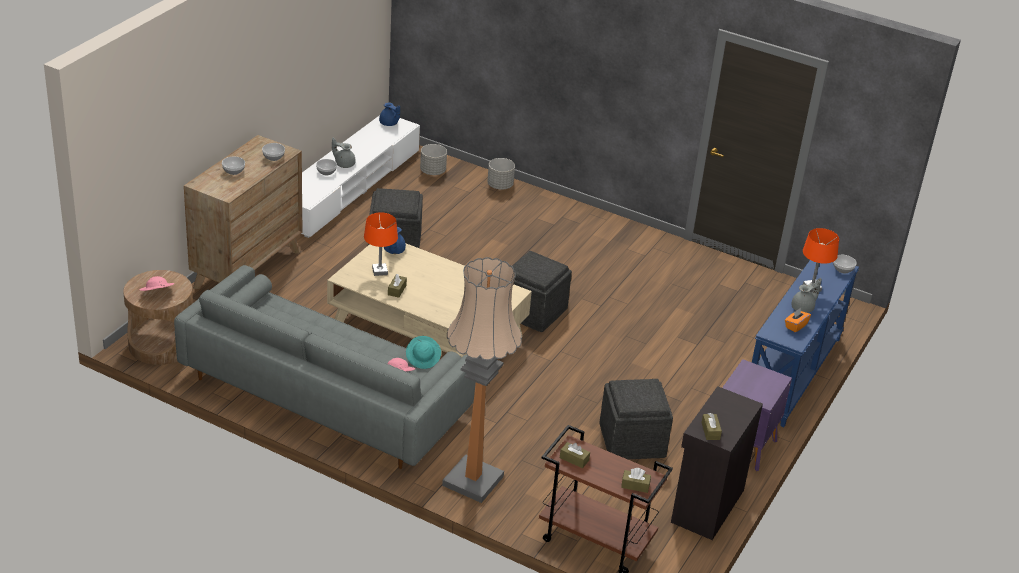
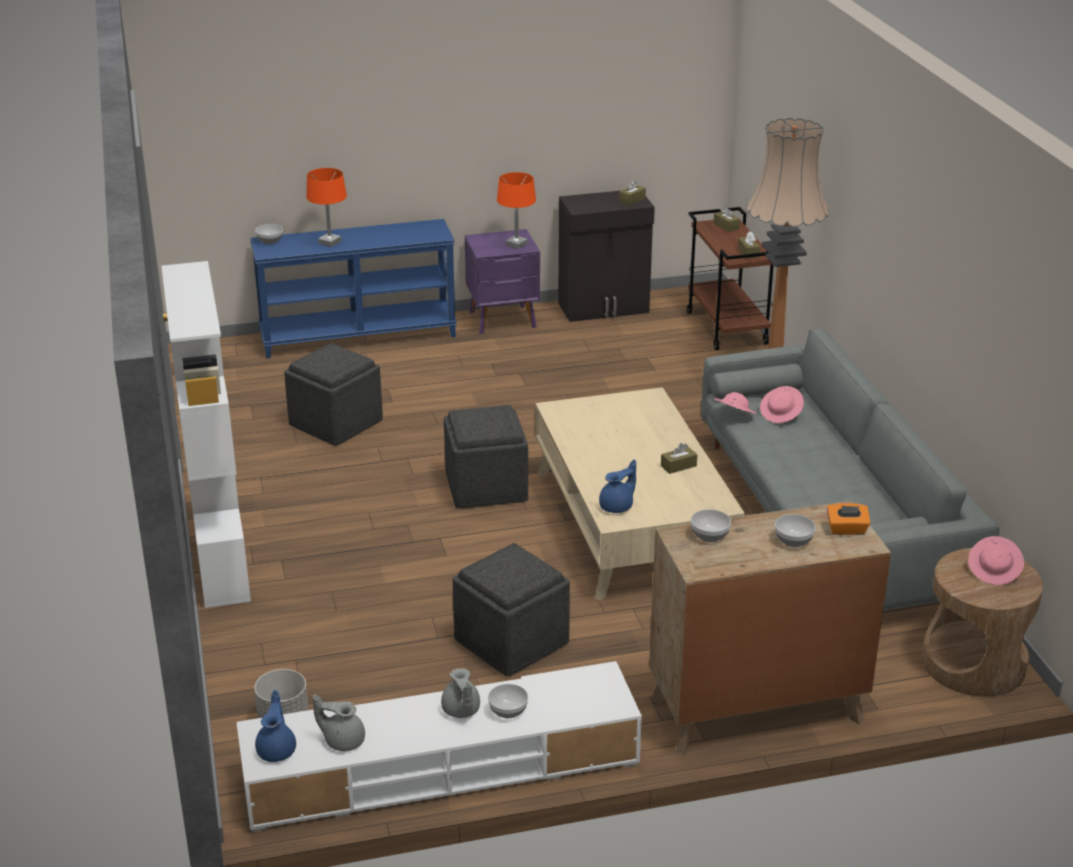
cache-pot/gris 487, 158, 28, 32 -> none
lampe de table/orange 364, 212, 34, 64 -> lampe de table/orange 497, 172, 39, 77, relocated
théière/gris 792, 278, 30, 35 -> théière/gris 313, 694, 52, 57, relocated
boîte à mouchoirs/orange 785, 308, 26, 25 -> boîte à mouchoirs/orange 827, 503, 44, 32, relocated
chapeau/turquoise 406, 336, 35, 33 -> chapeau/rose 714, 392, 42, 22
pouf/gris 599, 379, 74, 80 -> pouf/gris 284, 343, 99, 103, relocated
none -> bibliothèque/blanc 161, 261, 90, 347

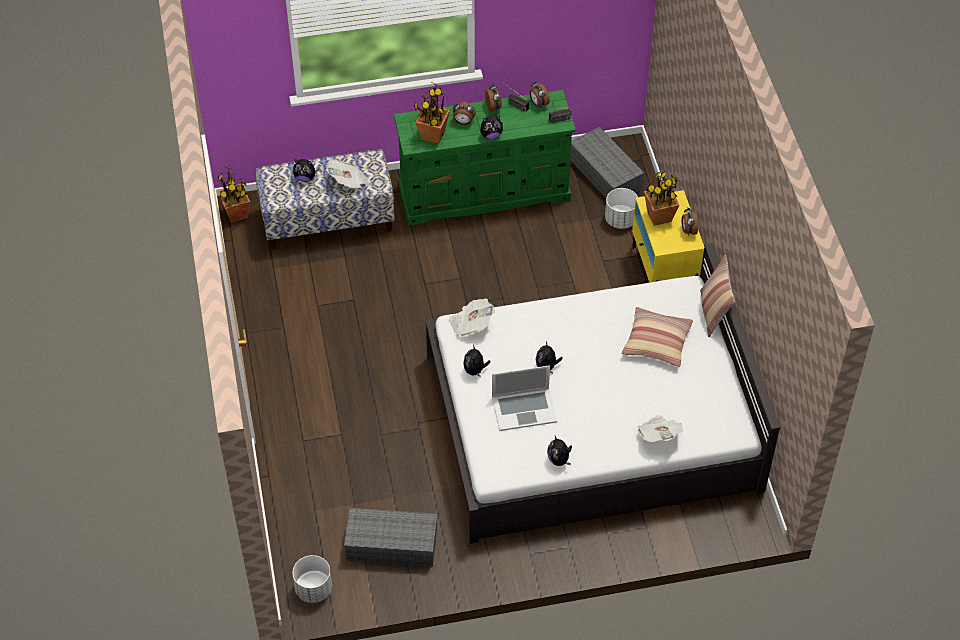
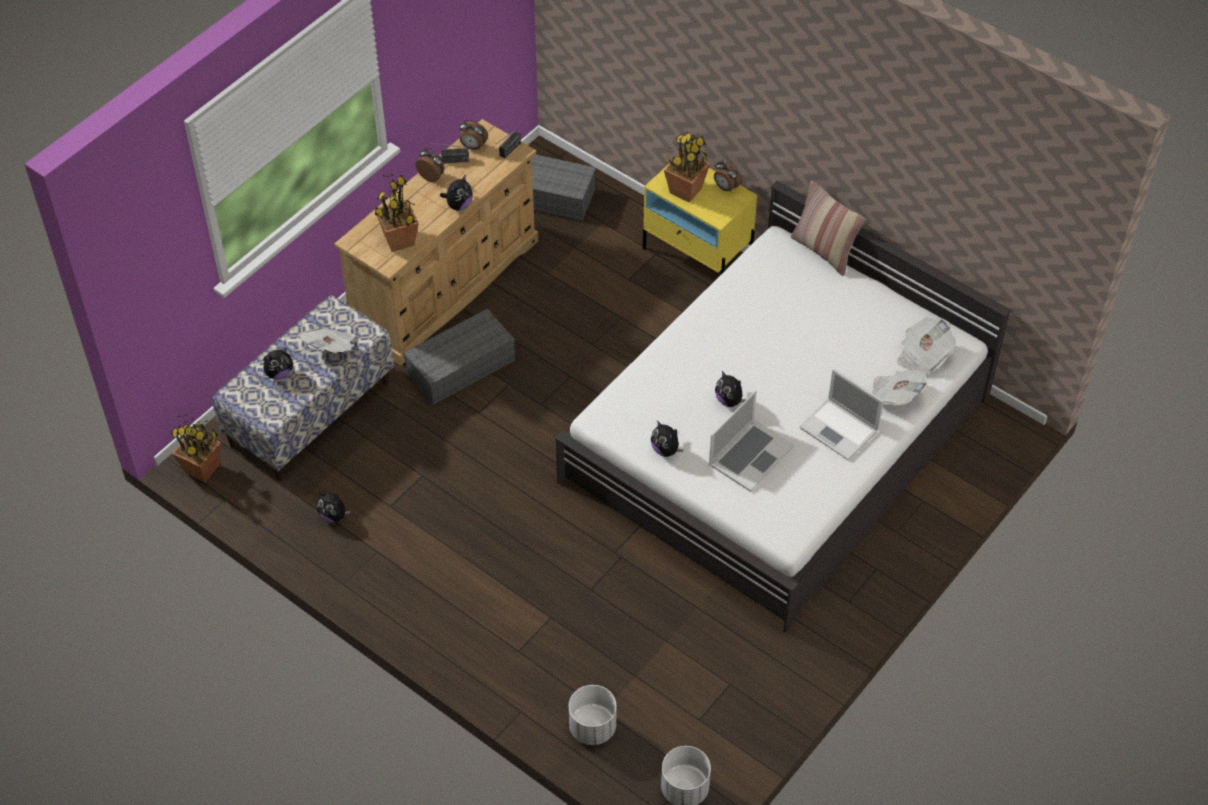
commode/vert 394, 90, 182, 135 -> commode/beige 334, 119, 204, 246
réveil 453, 101, 23, 24 -> none
cache-pot/blanc 605, 188, 33, 41 -> cache-pot/blanc 569, 685, 47, 60, relocated
journal 449, 298, 46, 39 -> journal 897, 317, 59, 58, relocated
coussin 622, 307, 71, 60 -> none
peluche 547, 436, 25, 30 -> peluche 317, 492, 34, 31, relocated
boîte de rangement/gris 344, 508, 93, 59 -> boîte de rangement/gris 403, 309, 112, 96, relocated
none -> ordinateur portable 799, 369, 85, 92

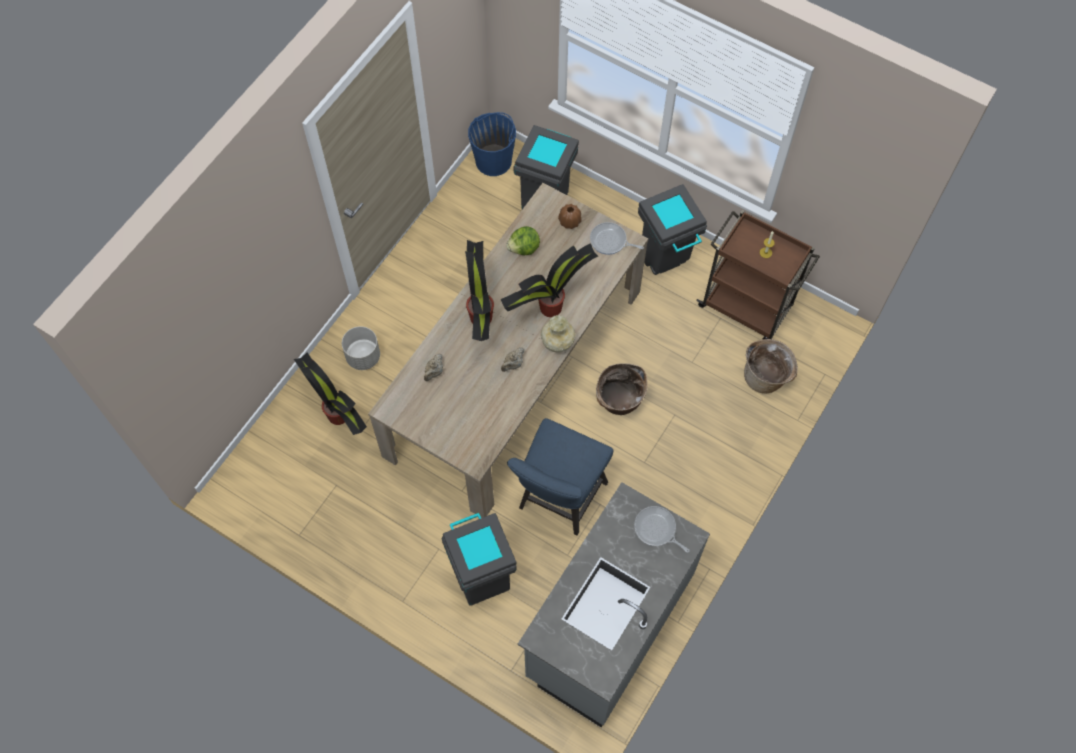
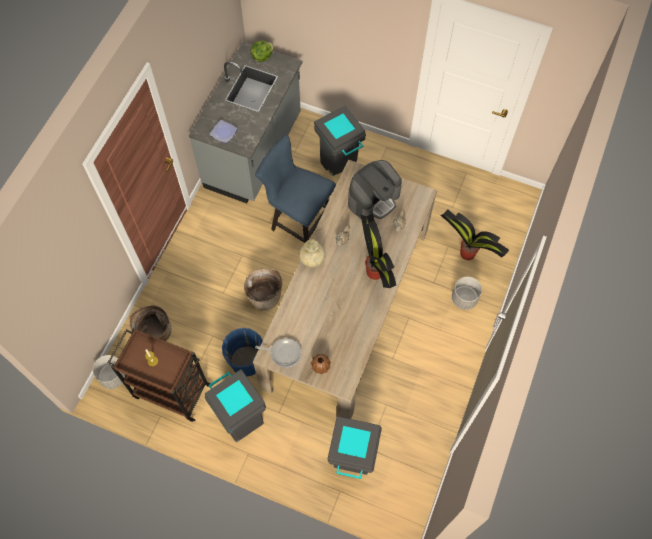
seau/bleu 468, 112, 48, 64 -> seau/bleu 222, 328, 41, 48, relocated
laitue 506, 226, 34, 29 -> laitue 250, 41, 24, 21, relocated
plante en pot 501, 243, 97, 74 -> none
chaise/bleu 507, 418, 106, 117 -> chaise/bleu 255, 134, 81, 109, 75 degrees counterclockwise
poêle 634, 506, 56, 47 -> assiette 210, 120, 28, 23
none -> machine à café 348, 160, 54, 59
none -> cache-pot/gris 93, 355, 32, 34

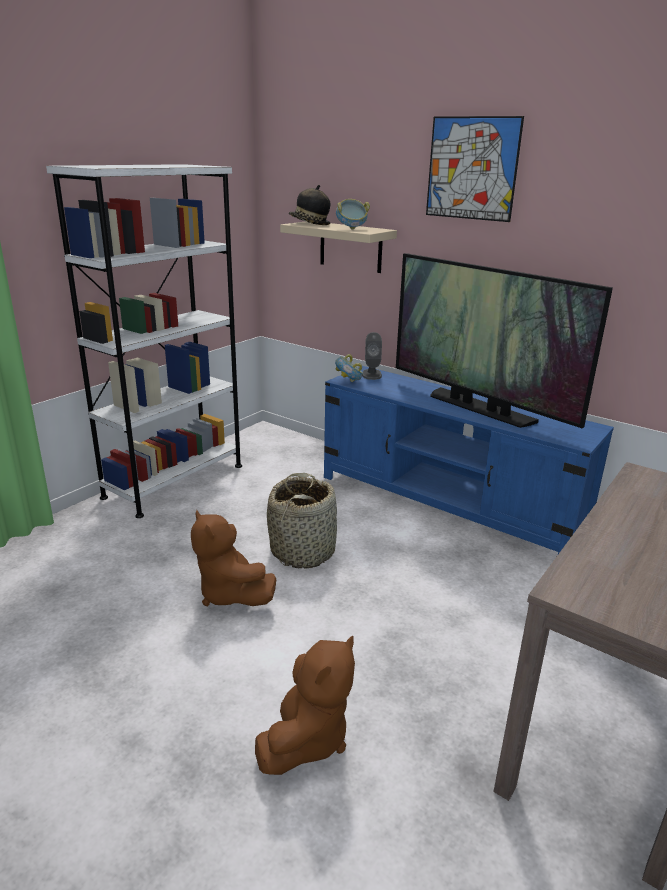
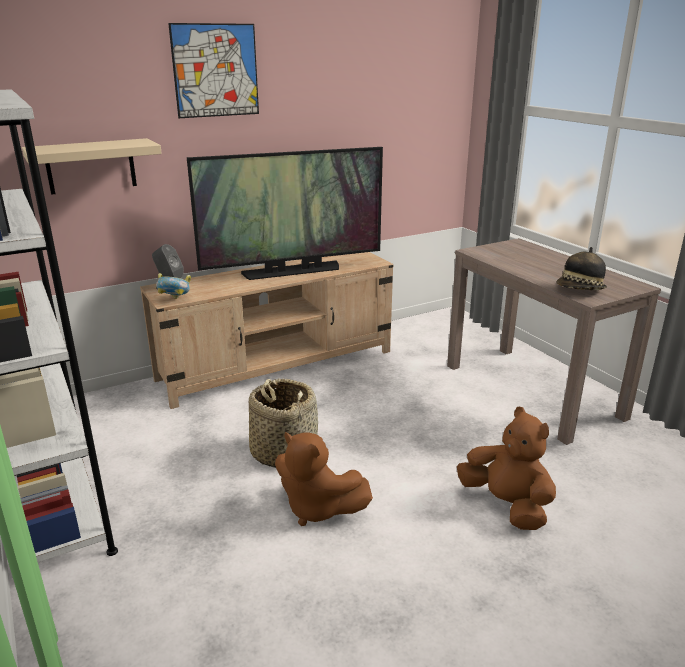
chapeau 289, 185, 41, 40 -> chapeau 557, 247, 50, 43, relocated
bol 336, 199, 34, 31 -> none
meuble télé/bleu 324, 366, 290, 188 -> meuble télé/beige 140, 252, 253, 157
peluche/marron 191, 510, 85, 96 -> peluche/marron 275, 432, 98, 94, 45 degrees clockwise

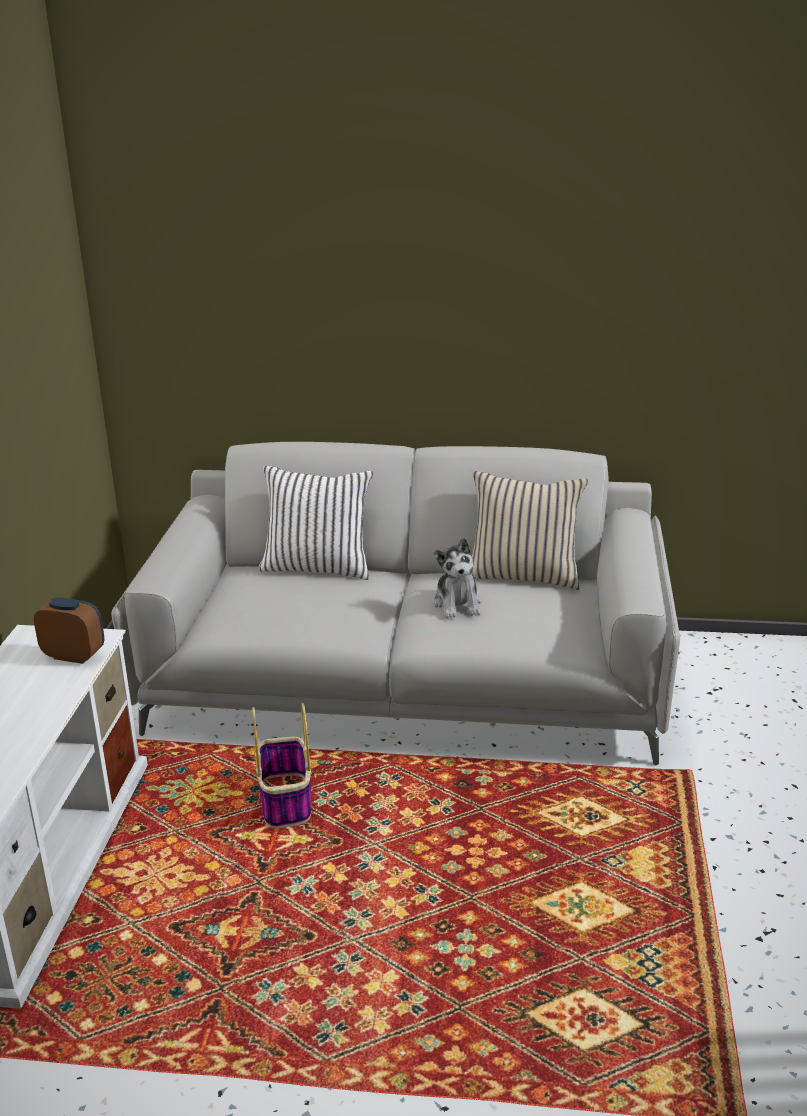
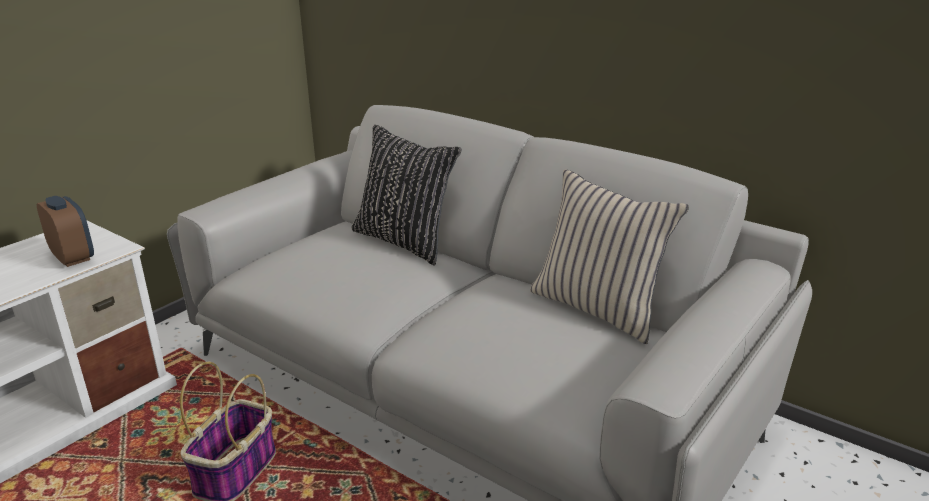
coussin/blanc 259, 466, 114, 114 -> coussin/noir 351, 125, 111, 141
peluche 433, 538, 48, 80 -> none

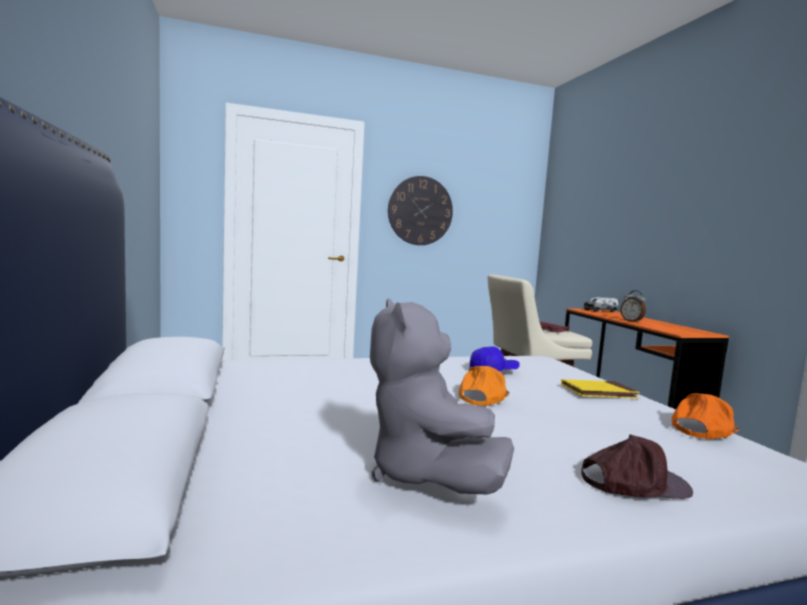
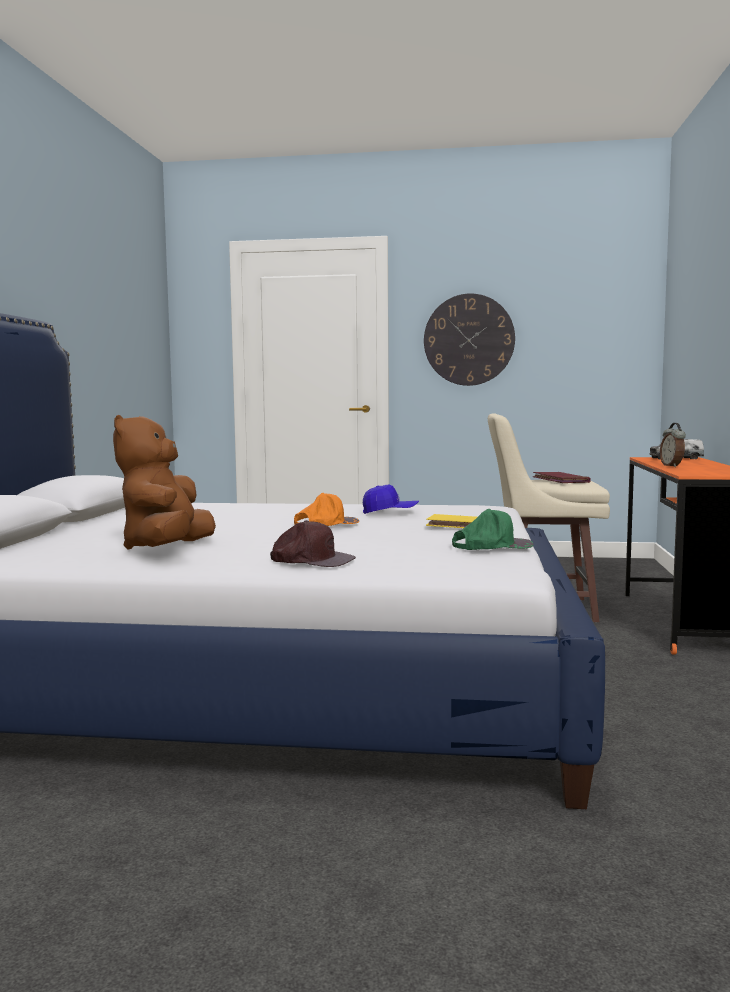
peluche/gris 370, 299, 144, 196 -> peluche/marron 113, 415, 103, 135
casquette/orange 672, 393, 67, 46 -> casquette/vert 452, 509, 81, 41

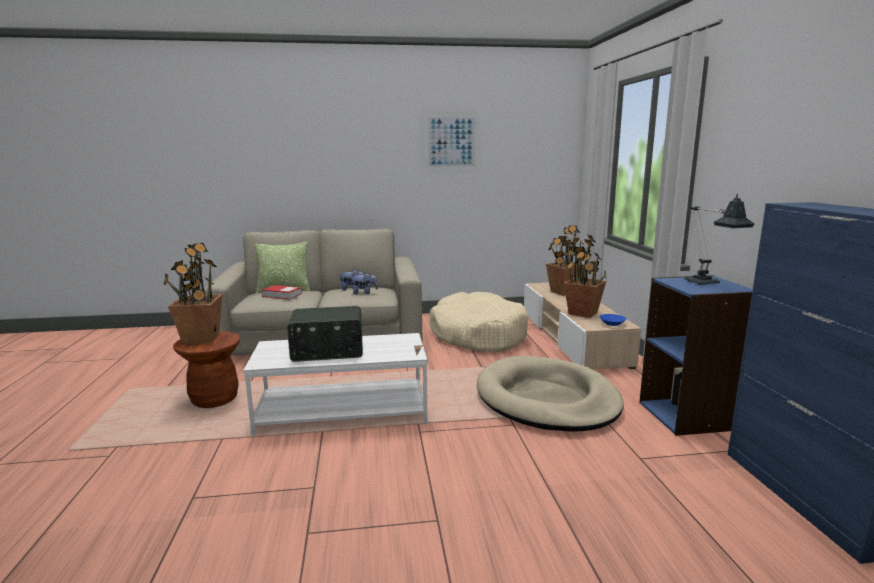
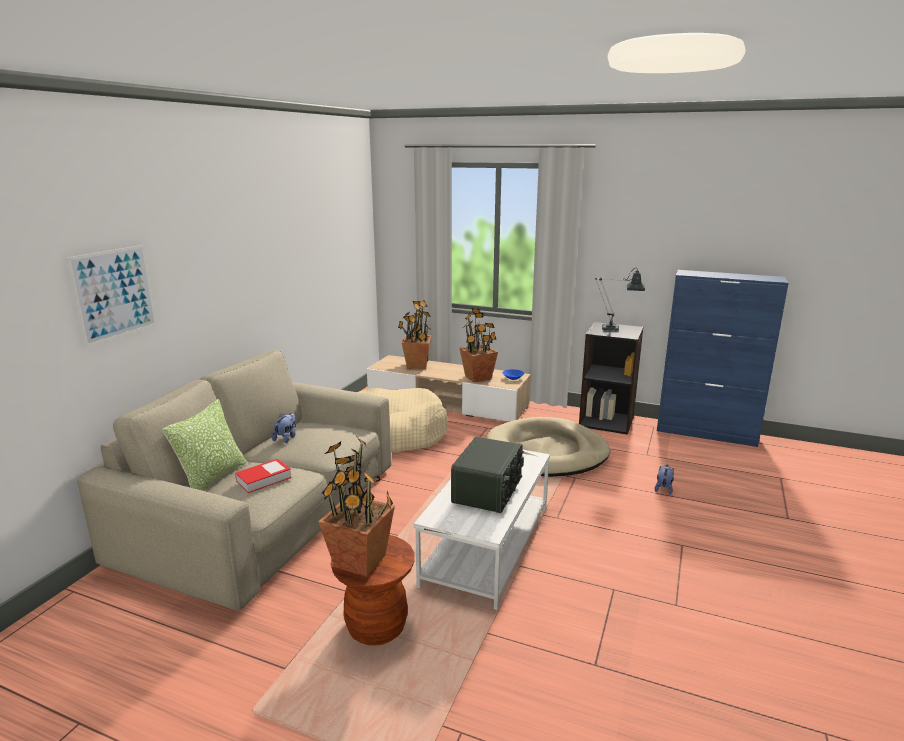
tableau 426, 115, 51, 53 -> tableau 67, 245, 90, 102, relocated
peluche 350, 273, 28, 21 -> peluche 655, 465, 19, 30, relocated
bibliothèque/bleu 639, 275, 114, 161 -> bibliothèque/noir 579, 322, 64, 113

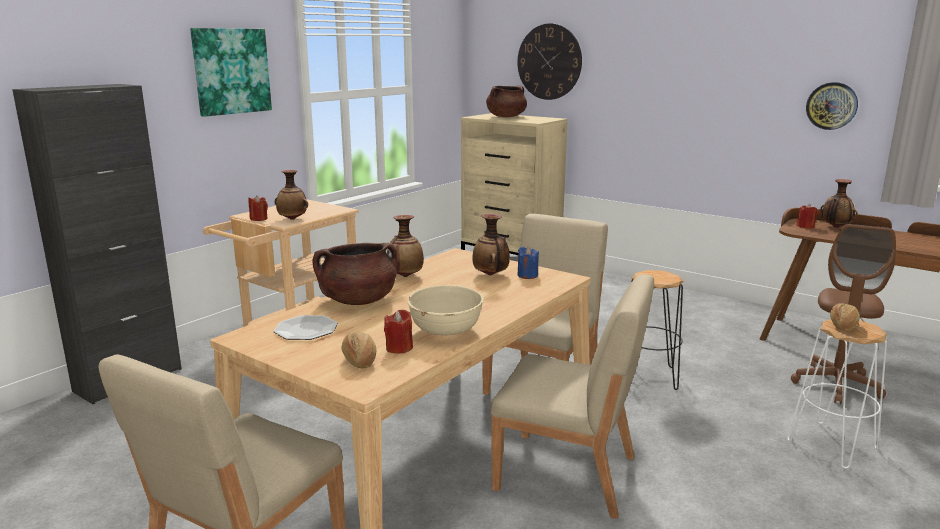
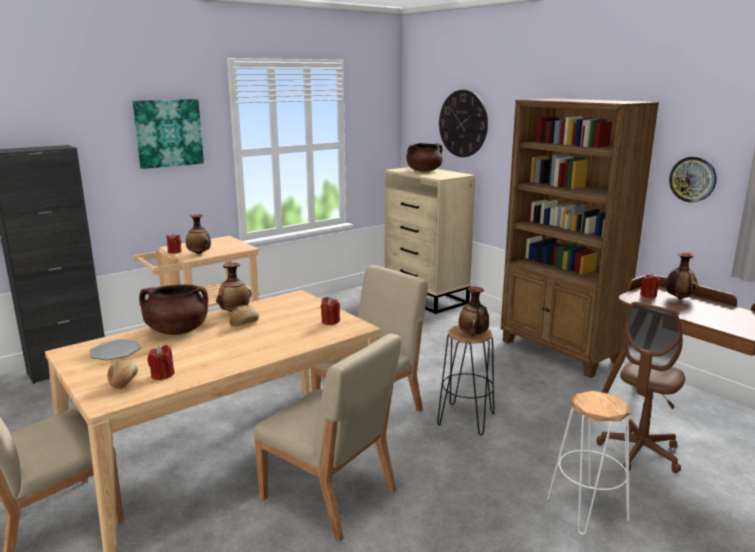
vase 472, 214, 38, 62 -> vase 459, 286, 30, 50, relocated
bougie/bleu 518, 247, 21, 32 -> bougie/rouge 321, 297, 19, 28
bol/beige 408, 285, 76, 50 -> none
pain 830, 303, 30, 28 -> pain 229, 305, 30, 22, relocated
none -> bibliothèque/marron 501, 98, 158, 280

